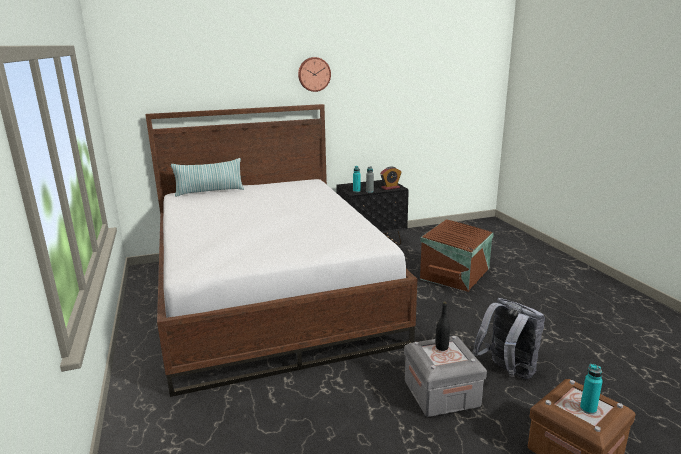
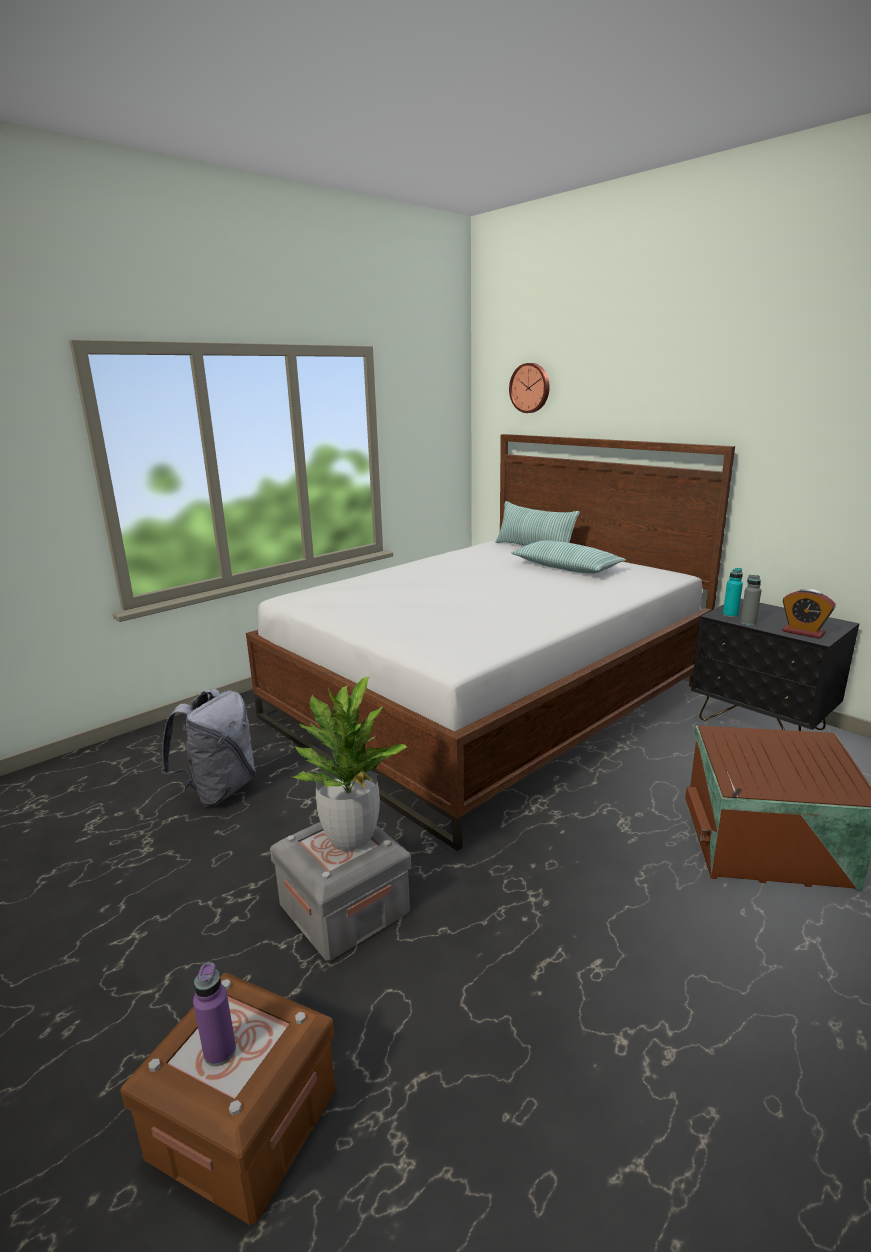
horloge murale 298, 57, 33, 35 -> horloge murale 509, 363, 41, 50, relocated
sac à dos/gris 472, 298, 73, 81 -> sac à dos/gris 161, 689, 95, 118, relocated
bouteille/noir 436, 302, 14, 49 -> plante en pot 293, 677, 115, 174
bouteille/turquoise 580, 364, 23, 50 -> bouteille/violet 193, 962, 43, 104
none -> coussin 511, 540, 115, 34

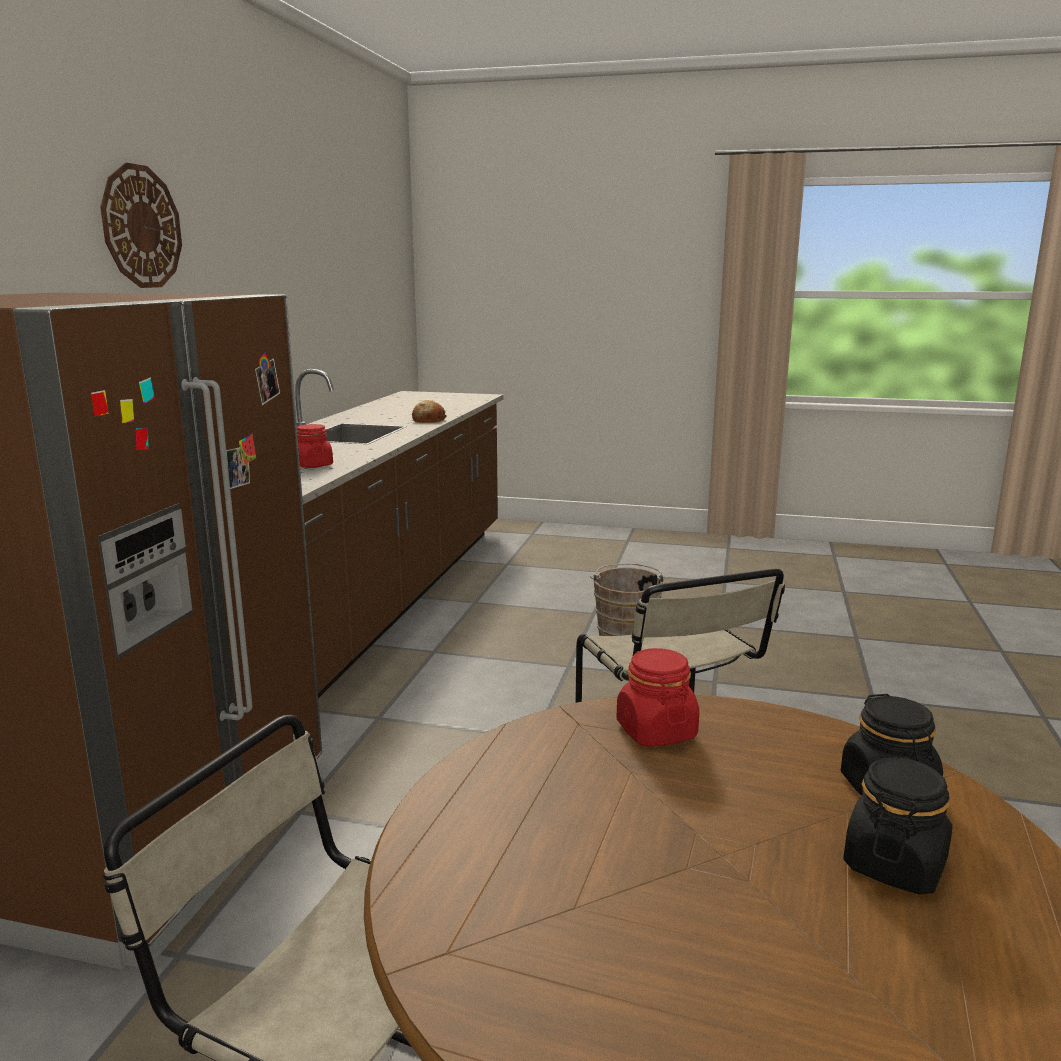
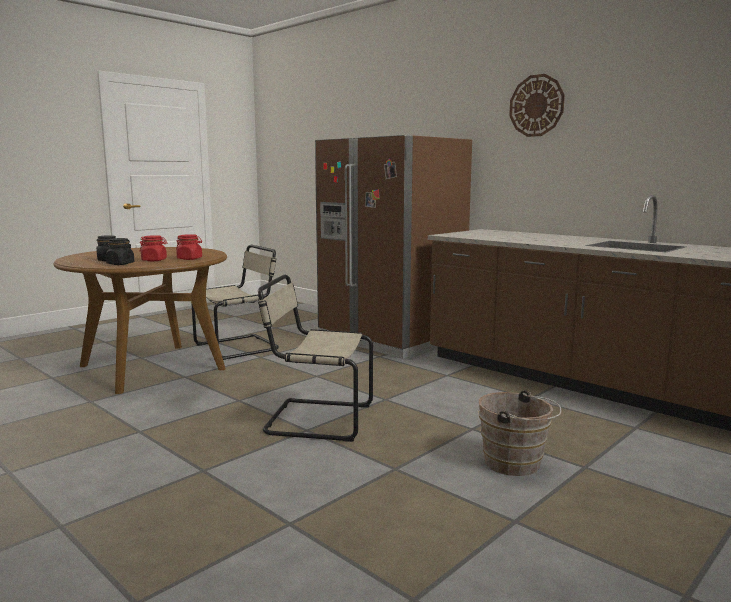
pain 412, 400, 35, 23 -> none
bocal/rouge 297, 424, 36, 44 -> bocal/rouge 140, 235, 27, 26, relocated

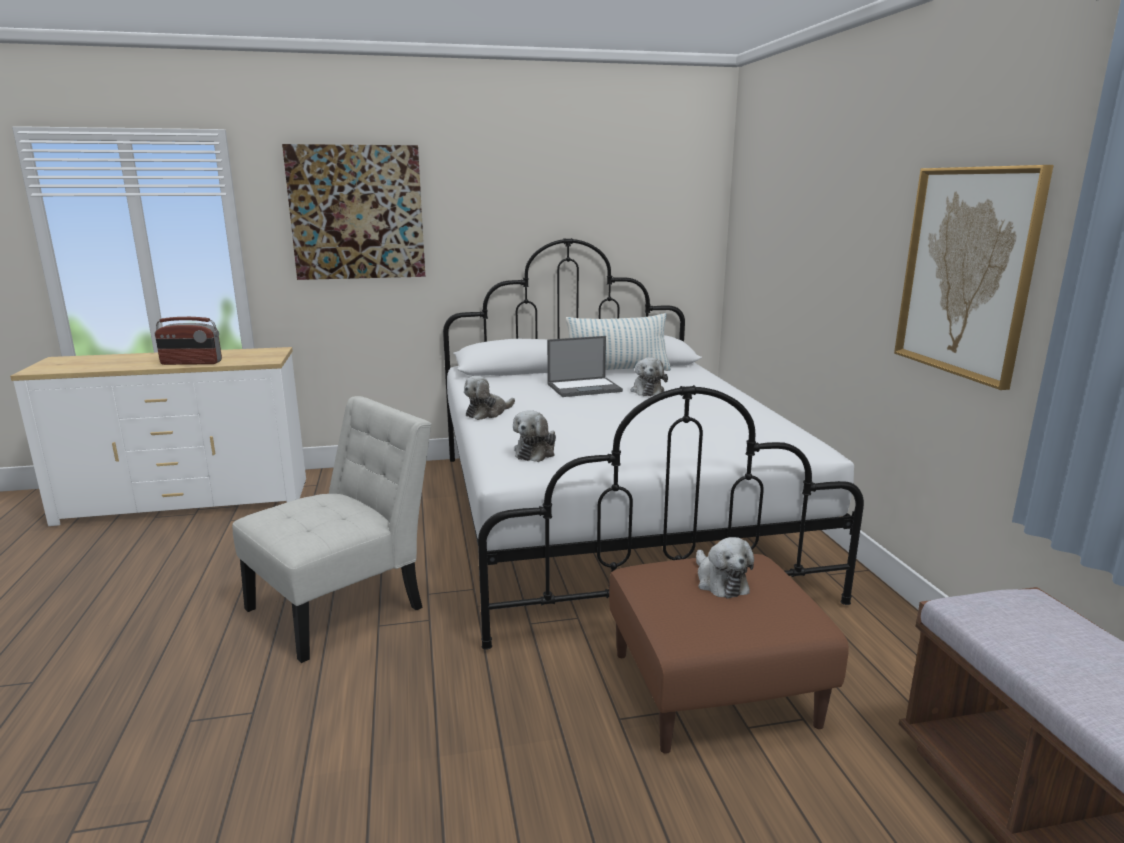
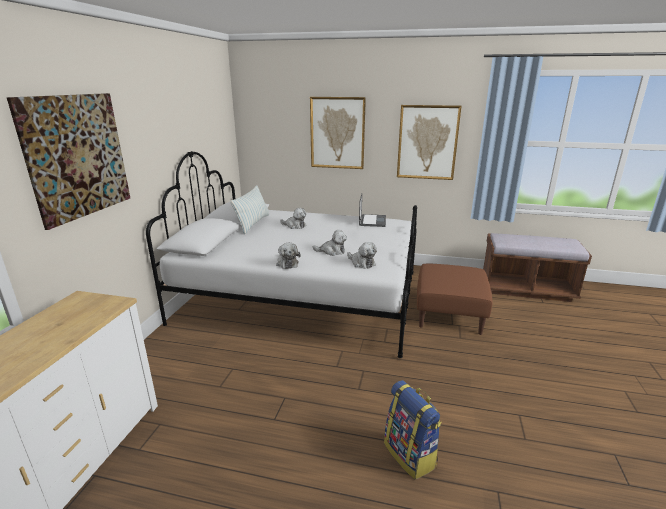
radio 155, 317, 67, 48 -> none
ordinateur portable 547, 336, 76, 61 -> ordinateur portable 359, 194, 27, 33, relocated
chaise/blanc 232, 396, 199, 267 -> none
peluche 696, 537, 58, 62 -> peluche 313, 230, 34, 26, relocated
none -> tableau 310, 97, 56, 72
none -> sac à dos 384, 380, 58, 99

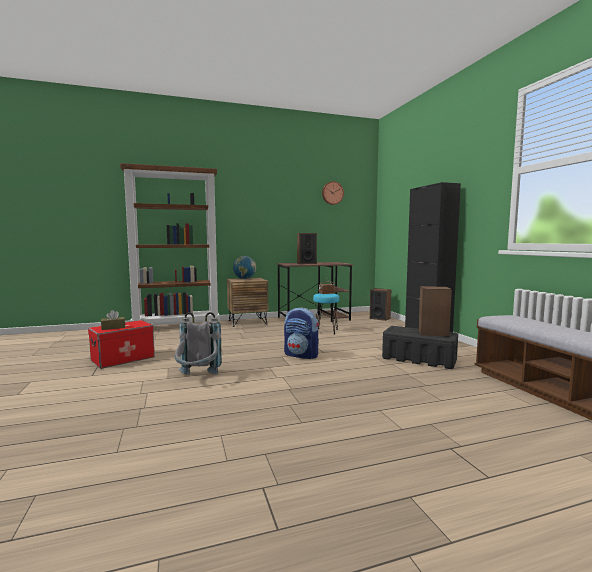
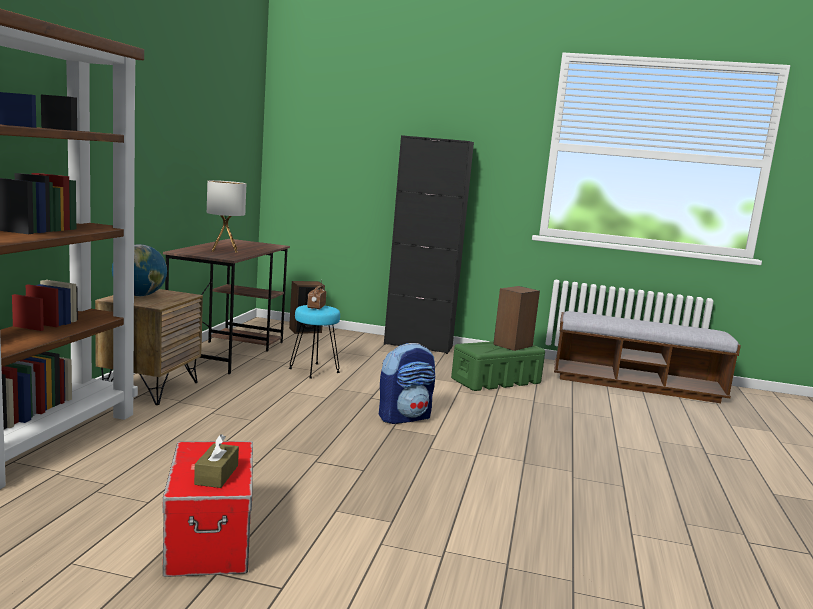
horloge murale 322, 181, 22, 24 -> none
enceinte 297, 233, 20, 31 -> lampe de table 207, 180, 39, 73
sac à dos/gris 175, 312, 47, 62 -> none
boîte de rangement/noir 382, 326, 76, 43 -> boîte de rangement/vert 451, 341, 94, 50

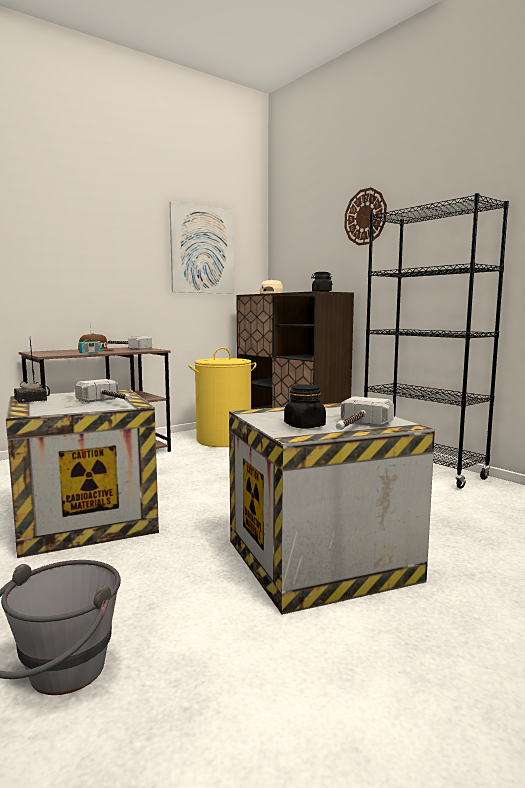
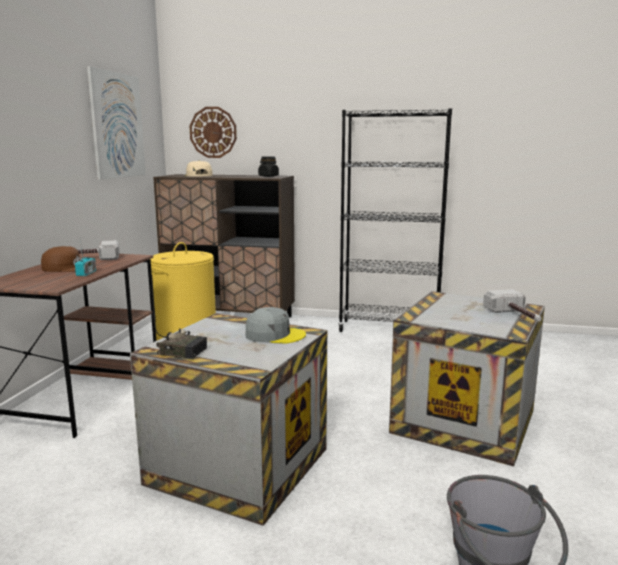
horloge murale 344, 187, 43, 59 -> horloge murale 189, 107, 48, 51, relocated
marteau 75, 379, 57, 24 -> casquette/gris 245, 307, 61, 37
bocal/noir 284, 384, 42, 45 -> none

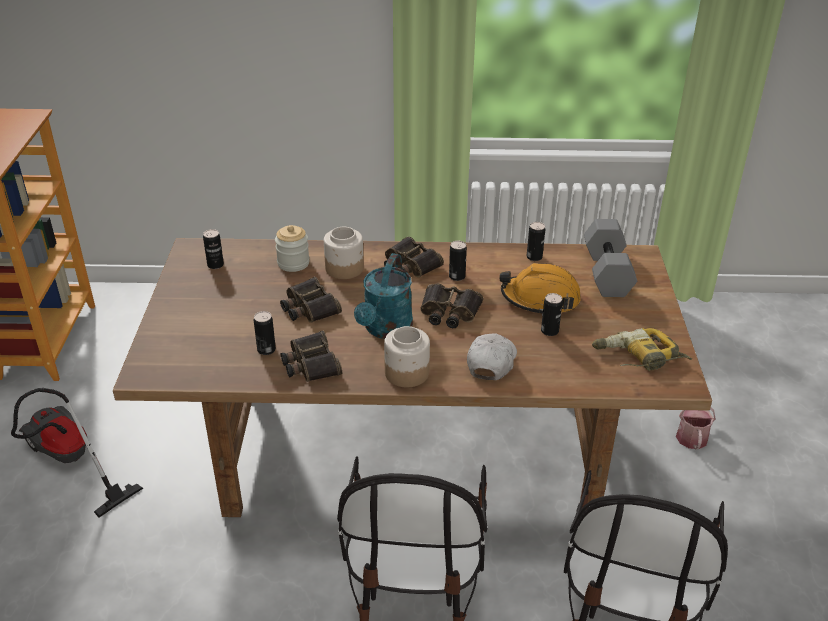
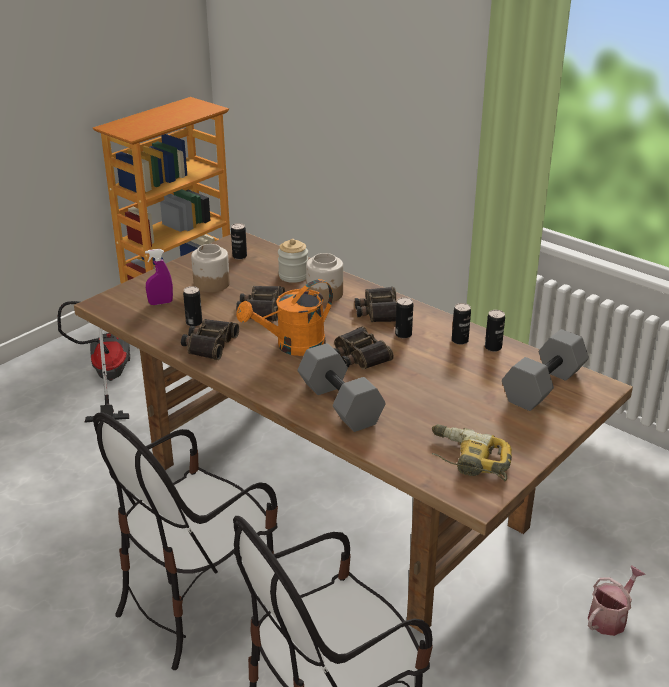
arrosoir/turquoise 354, 253, 59, 86 -> arrosoir/orange 236, 279, 97, 77
casque de chantier/orange 500, 263, 81, 53 -> none
boîte métallique 541, 293, 22, 43 -> boîte métallique 452, 303, 19, 42, relocated
bocal 384, 326, 46, 61 -> bocal 191, 244, 39, 49, relocated
casquette/blanc 467, 333, 50, 47 -> haltère/gris 298, 343, 88, 89
none -> vaporisateur/violet 145, 249, 28, 56

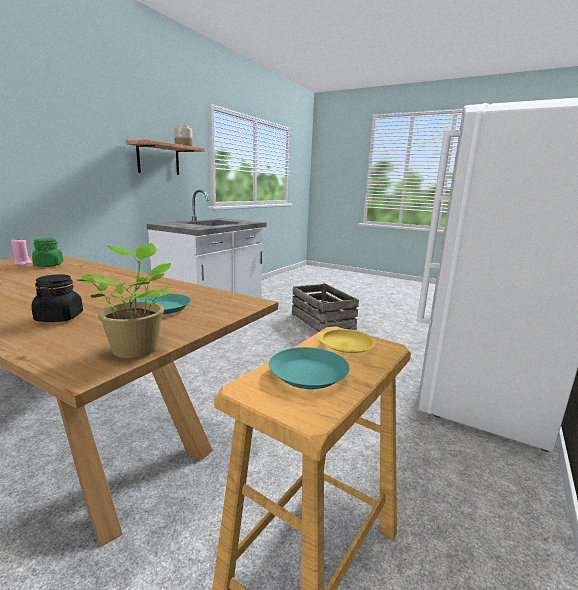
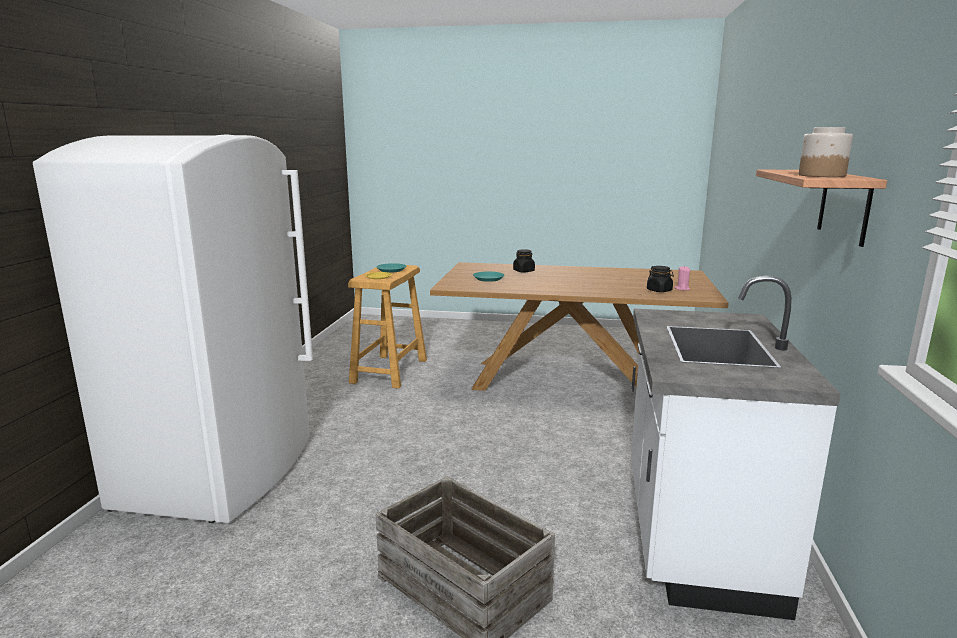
bocal/vert 32, 238, 31, 29 -> bocal/noir 647, 266, 27, 26
plante en pot 76, 243, 95, 115 -> none

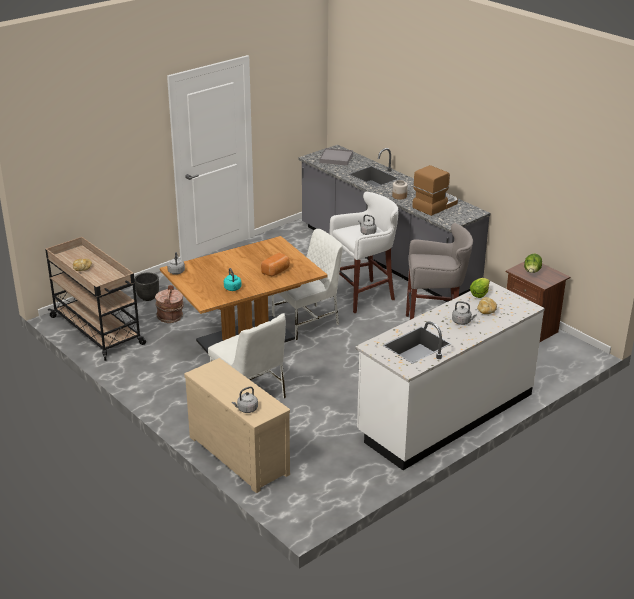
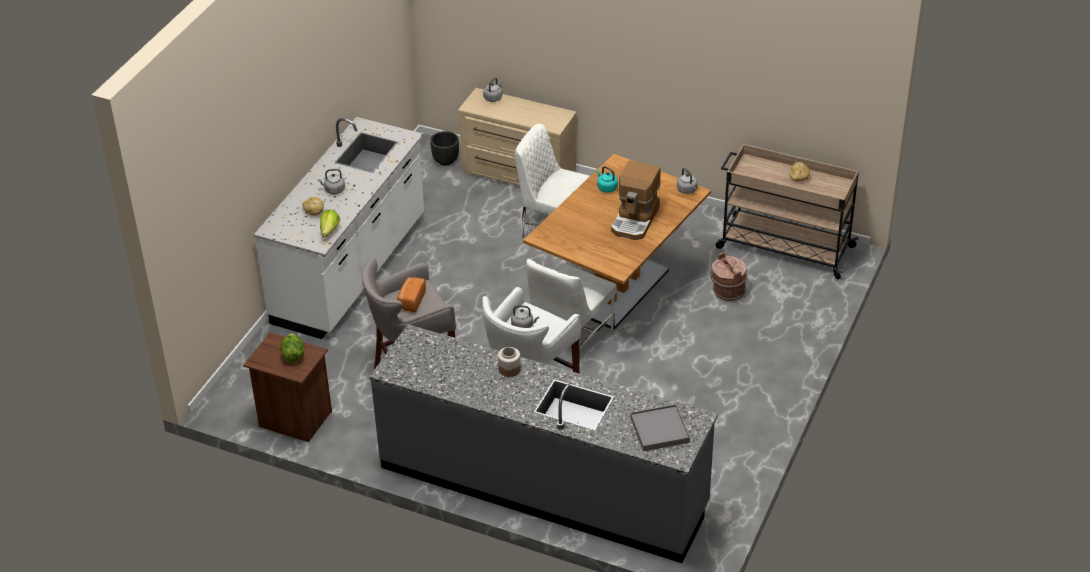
machine à café 412, 165, 46, 51 -> machine à café 611, 161, 50, 79, relocated
pain 261, 252, 29, 24 -> pain 397, 277, 29, 35, relocated
cache-pot/noir 134, 273, 25, 28 -> cache-pot/noir 430, 131, 29, 35, relocated

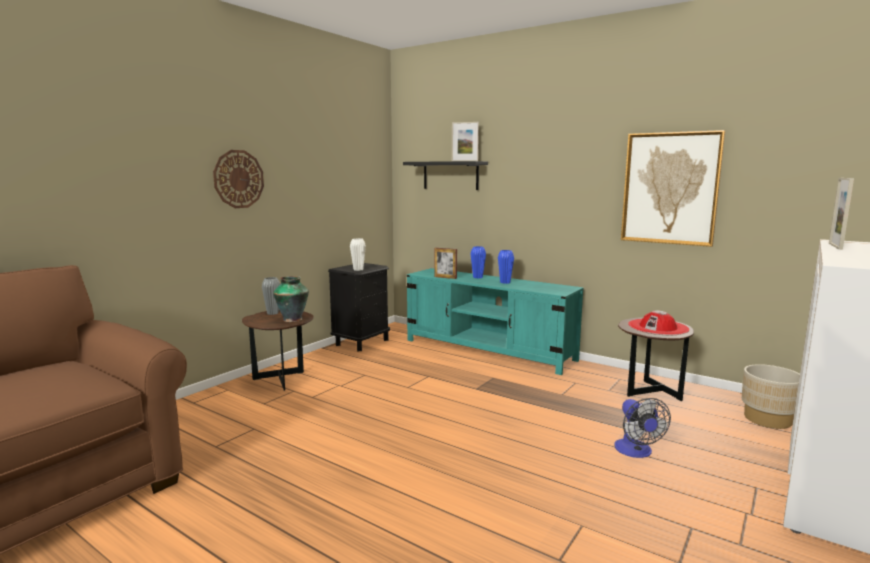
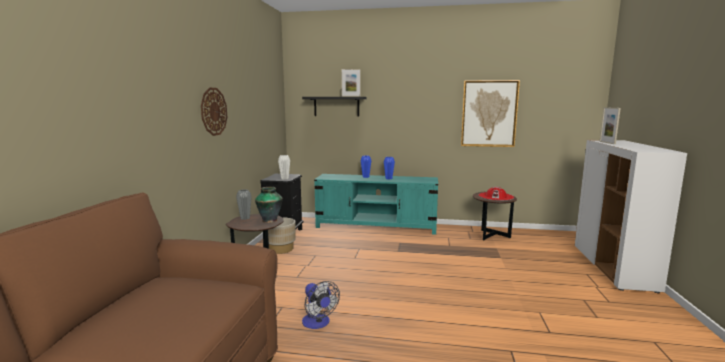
cadre photo 435, 248, 22, 31 -> none
cache-pot/beige 742, 364, 58, 65 -> cache-pot/beige 268, 218, 28, 36, relocated
ventilateur 614, 398, 57, 60 -> ventilateur 302, 281, 38, 48, relocated

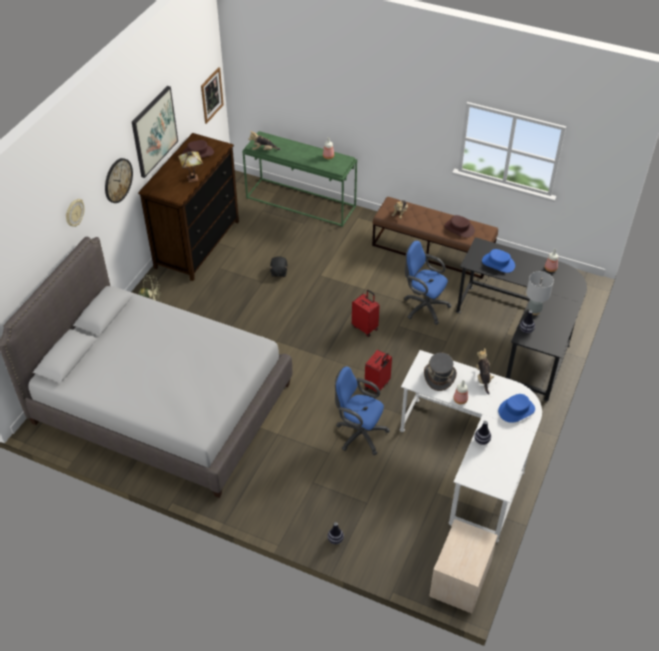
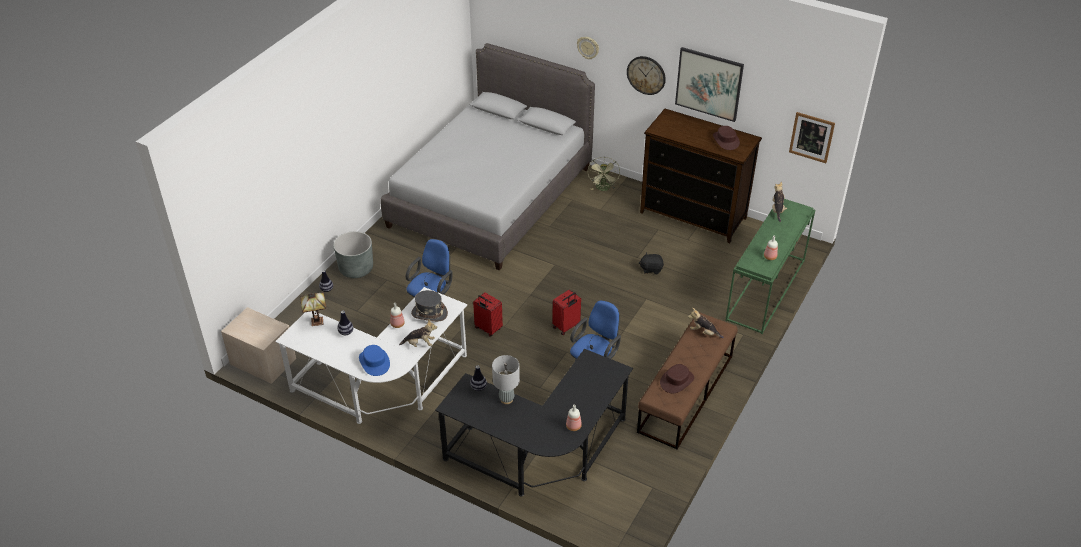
lampe de table 178, 151, 25, 31 -> lampe de table 300, 293, 26, 33, relocated
chapeau/bleu 482, 249, 33, 24 -> none
none -> cache-pot/gris 333, 231, 40, 47

